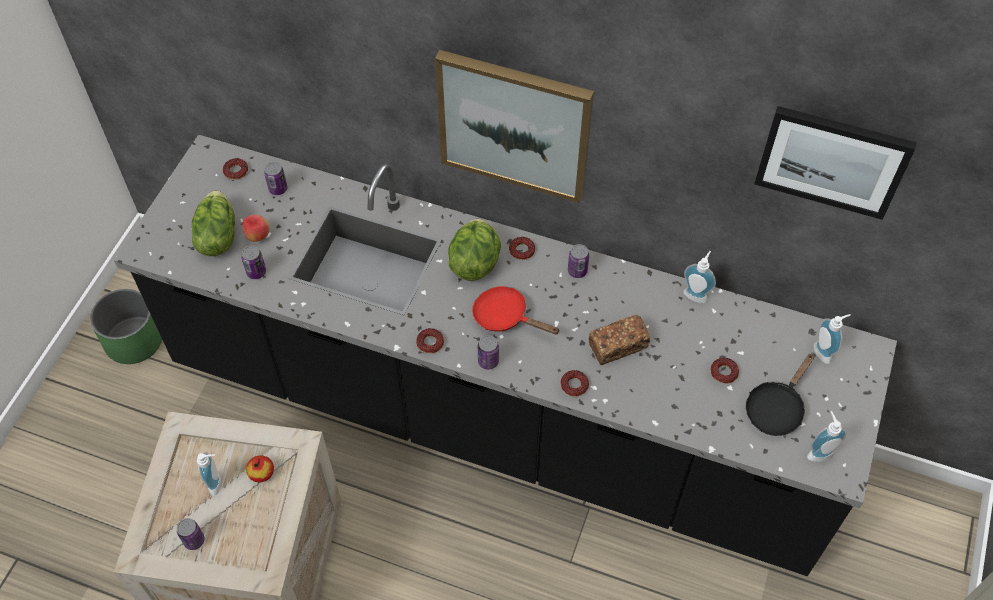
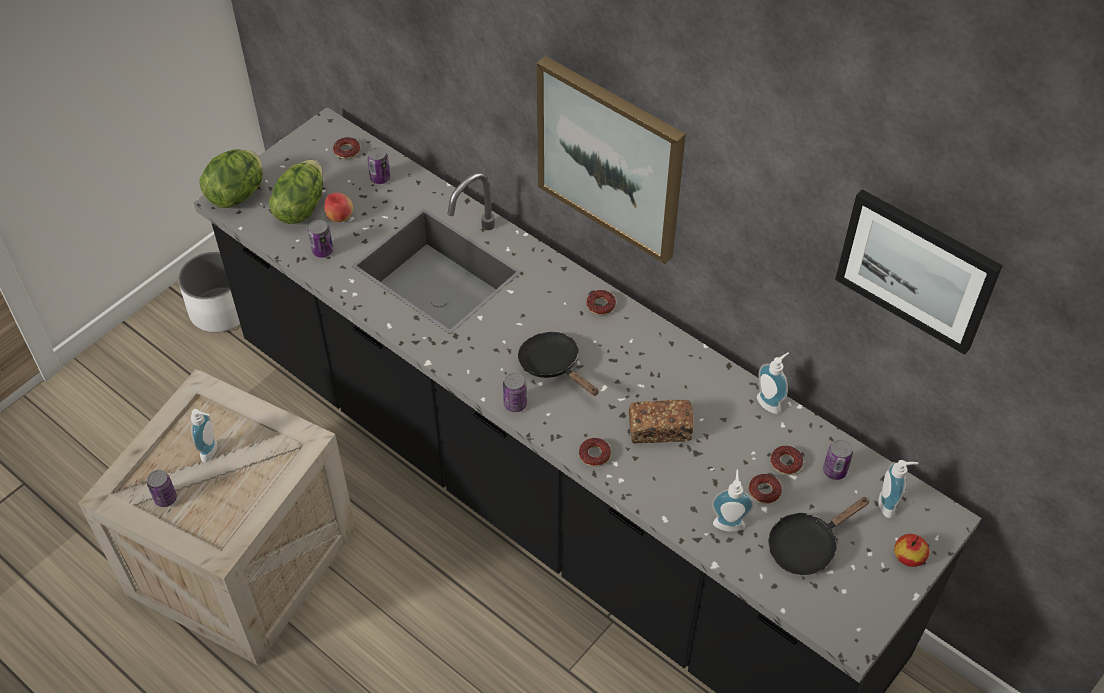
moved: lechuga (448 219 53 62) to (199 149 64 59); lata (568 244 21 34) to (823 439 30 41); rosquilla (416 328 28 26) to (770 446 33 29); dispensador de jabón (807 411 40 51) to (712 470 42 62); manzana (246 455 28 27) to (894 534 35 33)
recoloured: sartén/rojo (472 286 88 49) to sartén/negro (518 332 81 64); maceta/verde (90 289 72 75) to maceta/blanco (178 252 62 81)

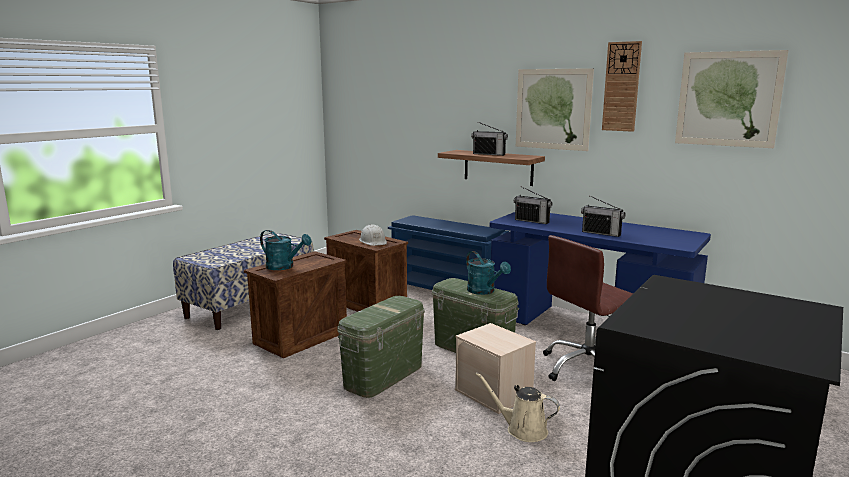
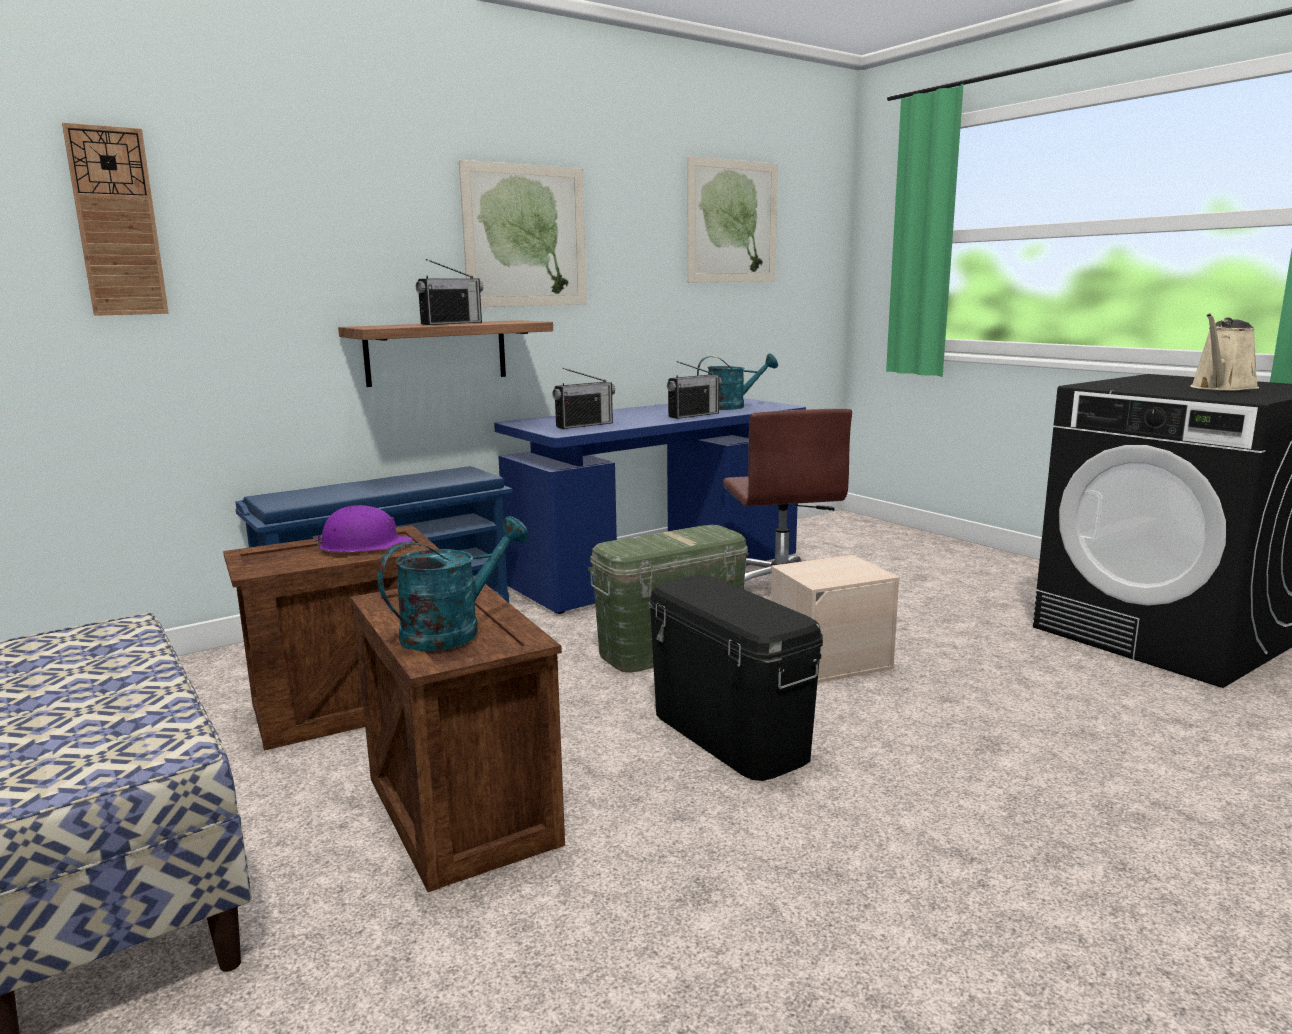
moved: reloj de pared (602 41 40 91) to (62 123 107 193); regadera/turquesa (466 251 45 44) to (697 354 81 56); regadera/beis (476 372 84 70) to (1190 314 69 77)
recoloured: casco/blanco (359 224 28 22) to casco/morado (313 505 100 47); caja de almacenaje/verde (338 296 87 102) to caja de almacenaje/negro (648 575 175 206)

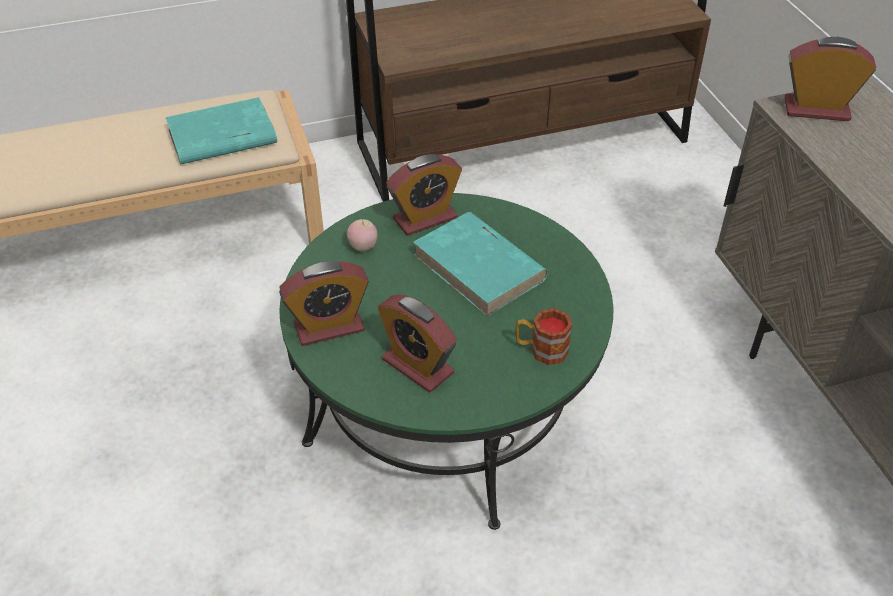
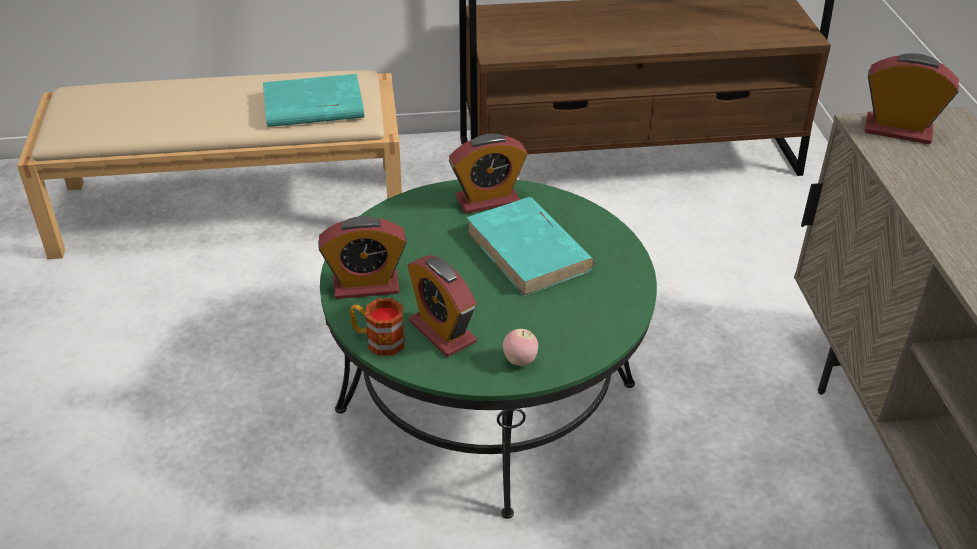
moved: manzana (347 219 30 32) to (503 329 35 37); taza grande (515 308 58 57) to (350 298 55 58)

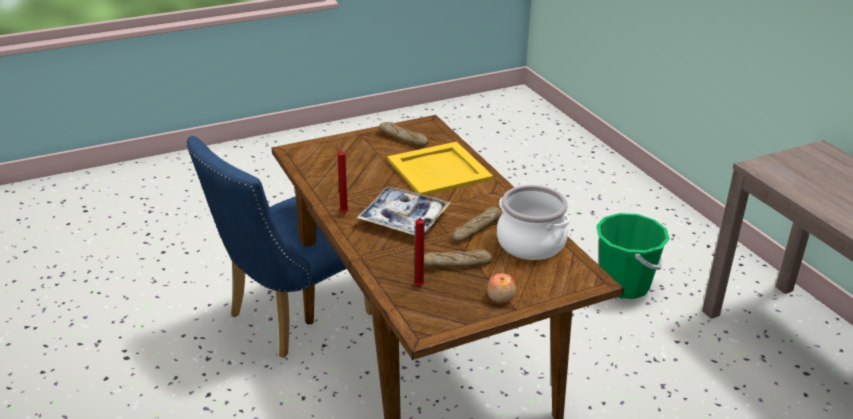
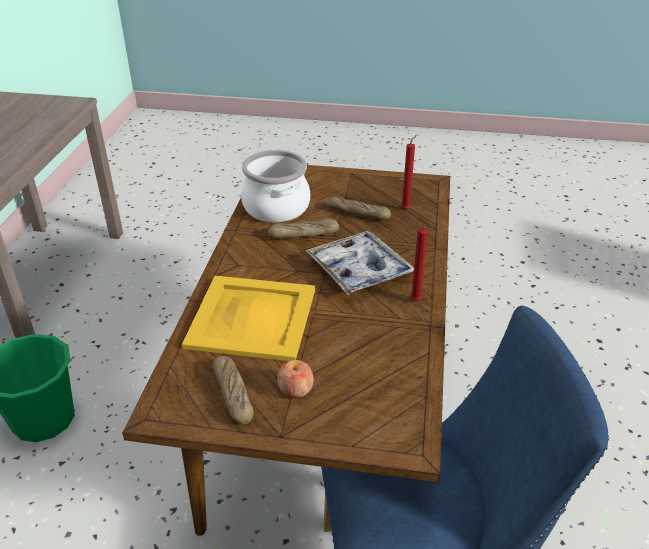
moved: manzana (487 273 29 31) to (278 360 36 38)

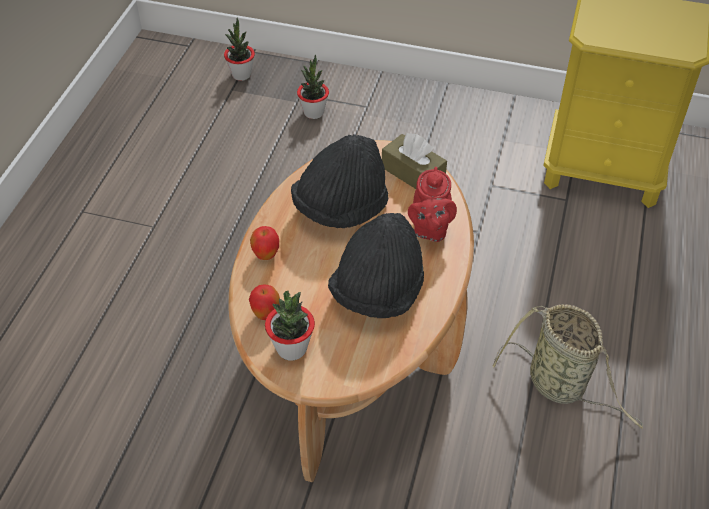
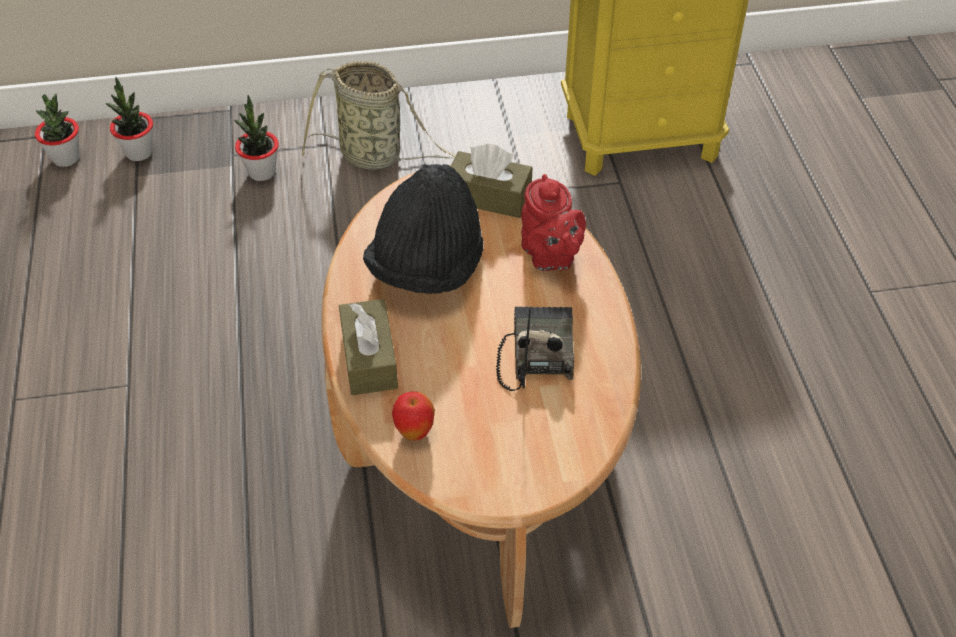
moved: planta en maceta (265 291 50 70) to (35 94 45 73); cesta (493 304 150 125) to (302 61 154 109)
replaced: sombrero/negro (328 213 96 105) to radio (496 306 78 85); manzana (250 226 29 34) to caja de pañuelos/marrón (339 299 59 96)

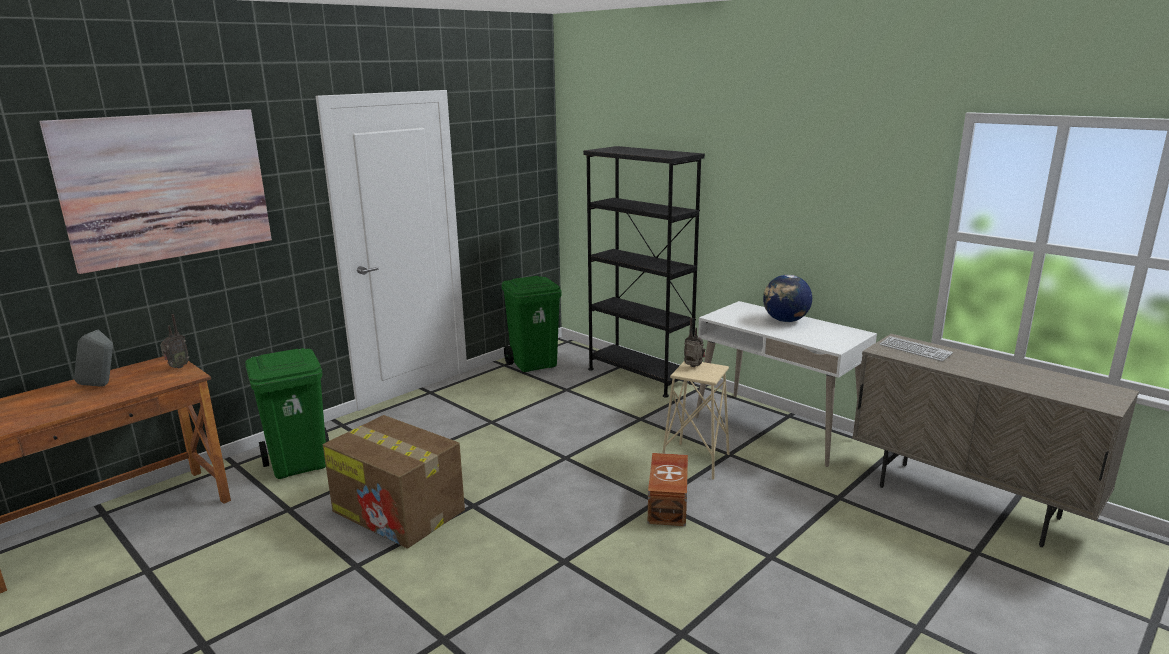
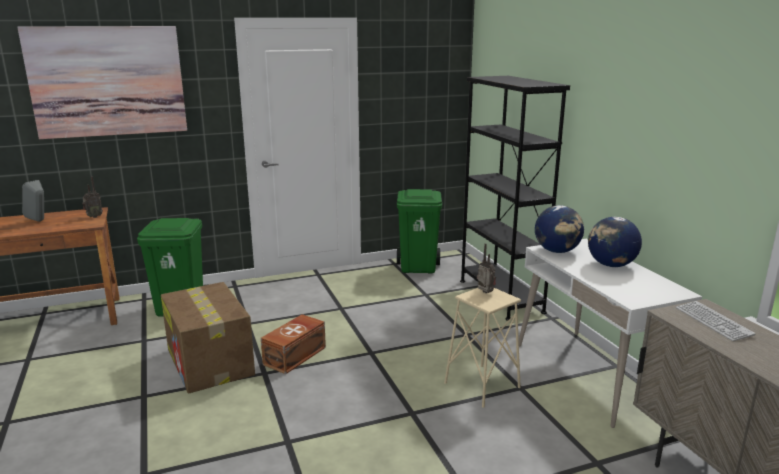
added: globo terráqueo (535 205 49 48)
moved: caja de almacenaje/marrón (648 453 40 73) to (261 314 65 60)

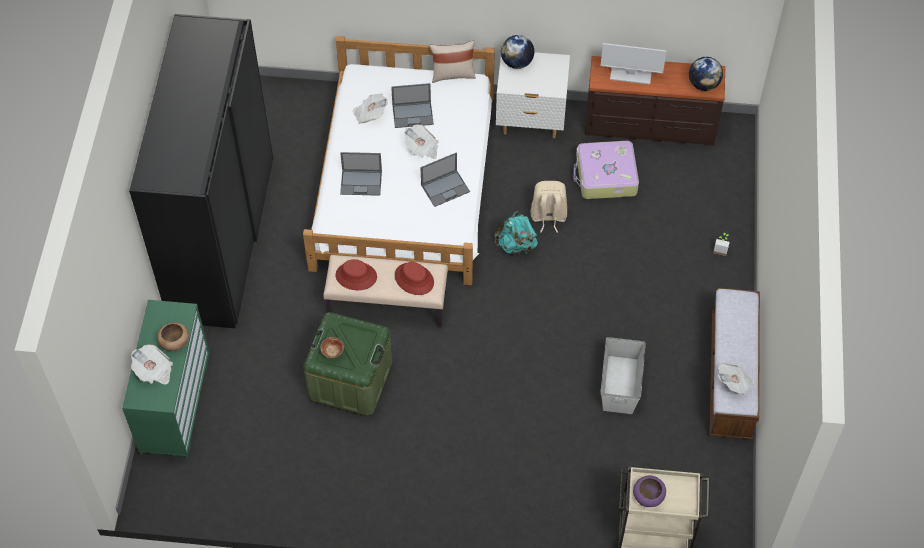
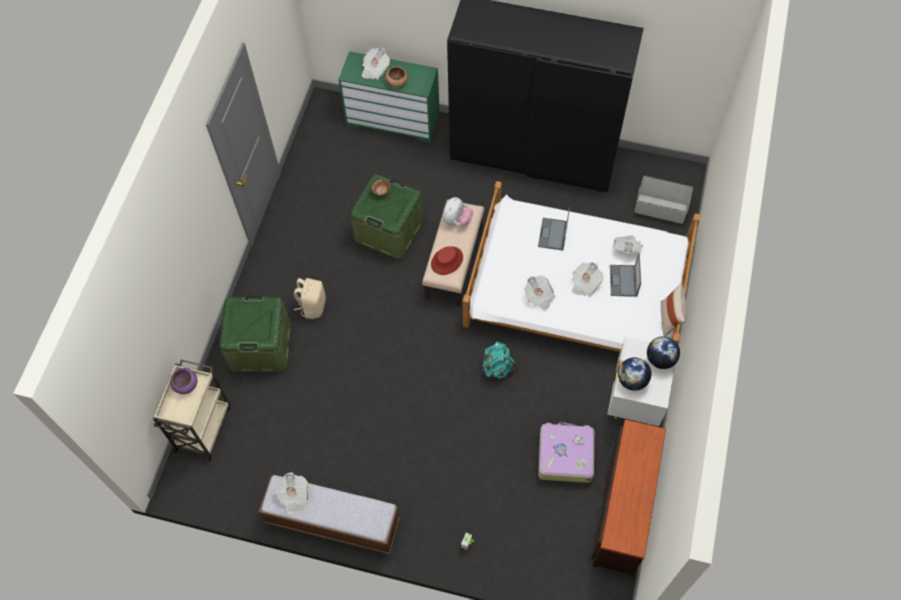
removed: monitor (600 43 67 42)
added: caja de almacenaje/verde (219 295 72 77)
moved: globo terráqueo (689 57 34 34) to (618 357 33 34); mochila/beis (531 181 36 52) to (294 278 32 41); caja de almacenaje/gris (600 337 46 77) to (634 176 59 48)
replaced: portátil (420 152 50 55) to periódico (524 275 32 36); sombrero/rojo (335 259 42 31) to peluche (442 197 31 29)

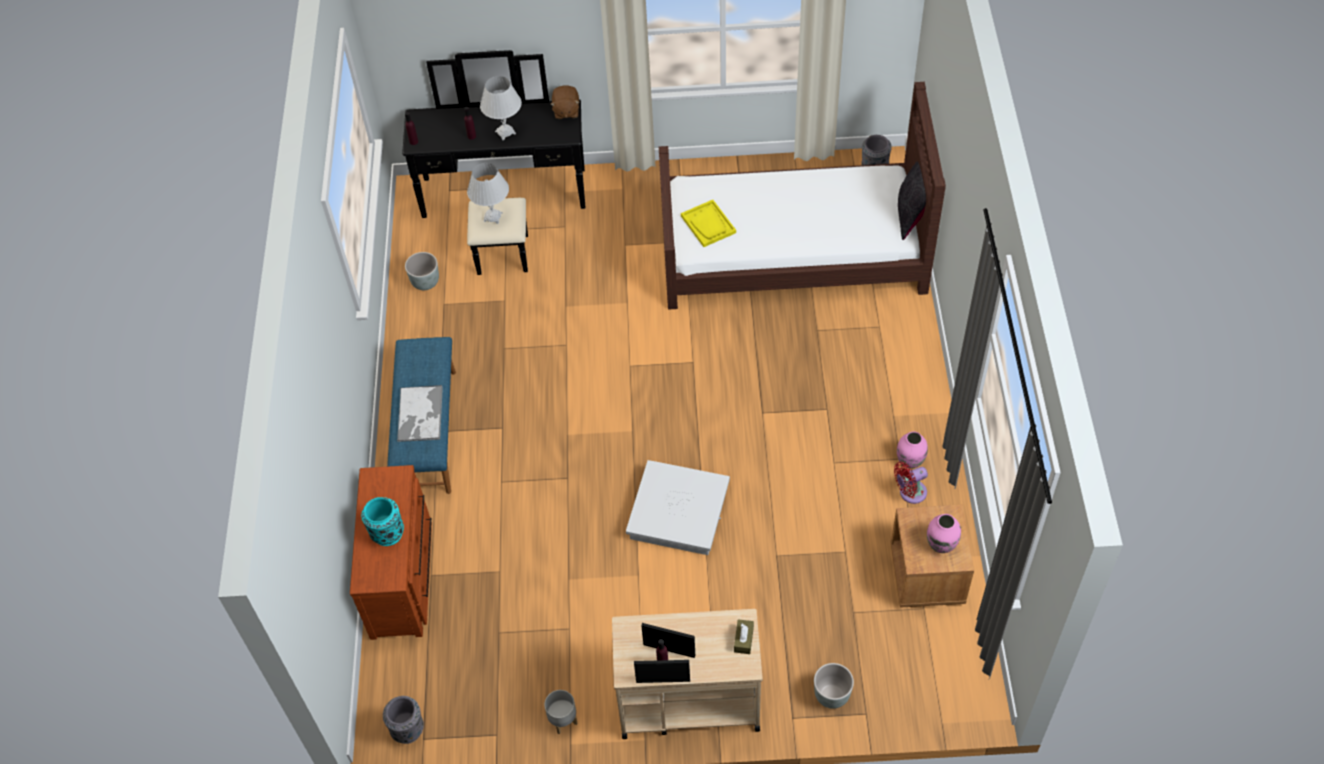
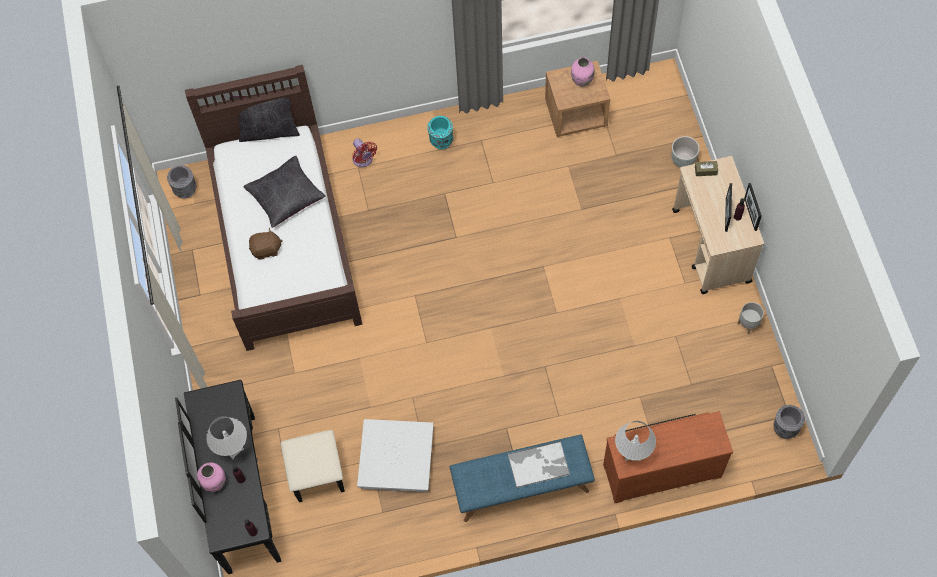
removed: bandeja/amarillo (681 200 55 47); maceta/gris (405 252 34 38)
added: cojín/negro (243 156 83 72)
moved: peluche/marrón (550 85 30 34) to (249 228 34 32); lámpara de mesa/blanco (467 163 42 61) to (615 421 41 40); florero/rosa (897 431 31 38) to (197 462 29 30); caja de almacenaje/blanco (626 460 104 95) to (357 419 77 73); ventilador/rojo (894 462 34 42) to (352 138 25 29); florero/turquesa (361 497 43 49) to (427 116 26 33)

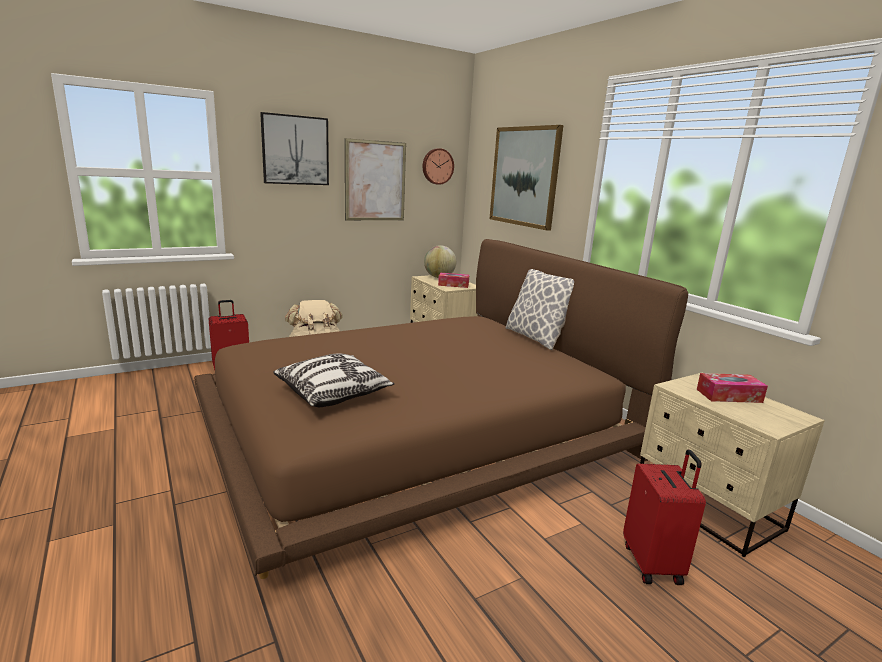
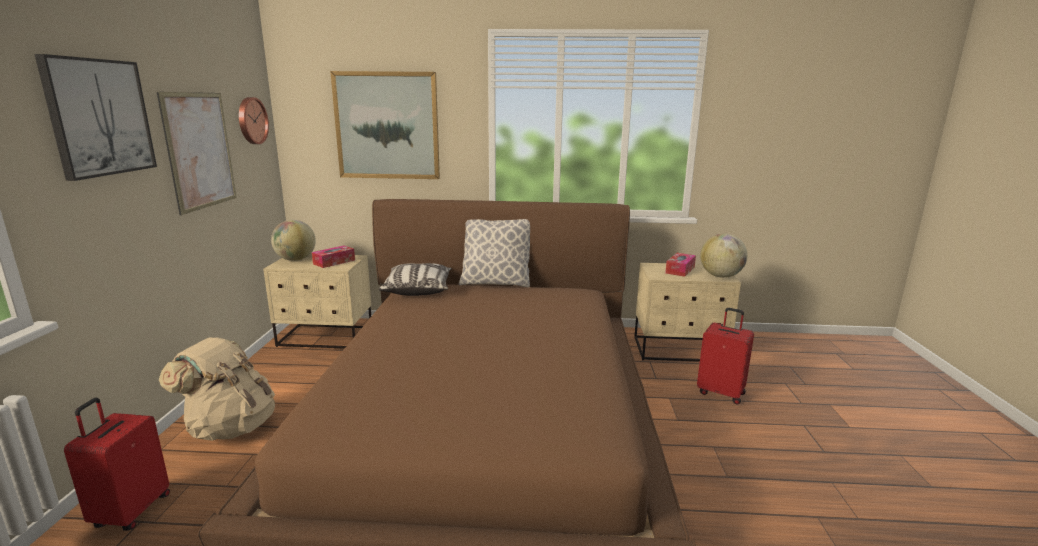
added: globo terráqueo (700 234 48 44)
moved: cojín (273 354 122 53) to (379 263 72 33)

